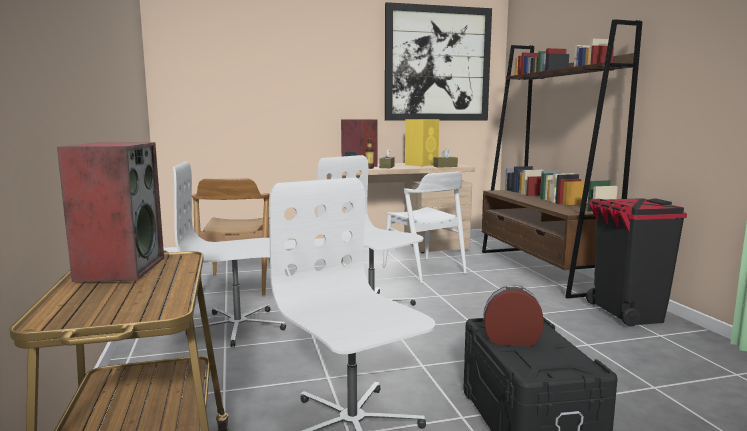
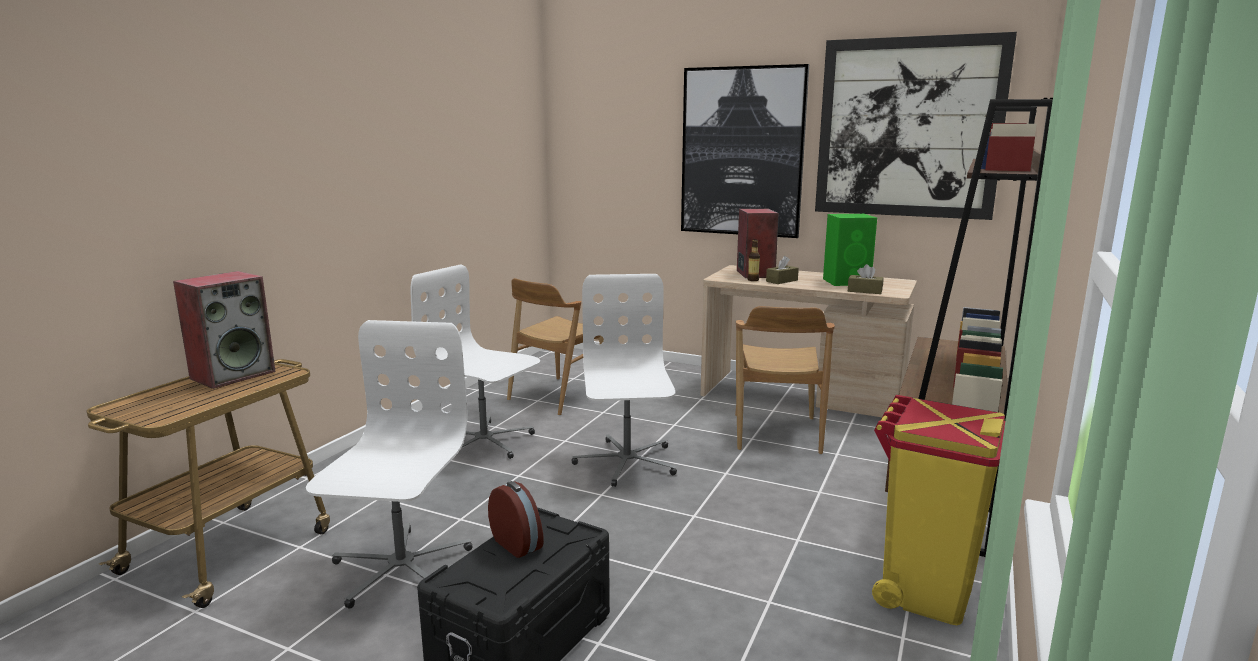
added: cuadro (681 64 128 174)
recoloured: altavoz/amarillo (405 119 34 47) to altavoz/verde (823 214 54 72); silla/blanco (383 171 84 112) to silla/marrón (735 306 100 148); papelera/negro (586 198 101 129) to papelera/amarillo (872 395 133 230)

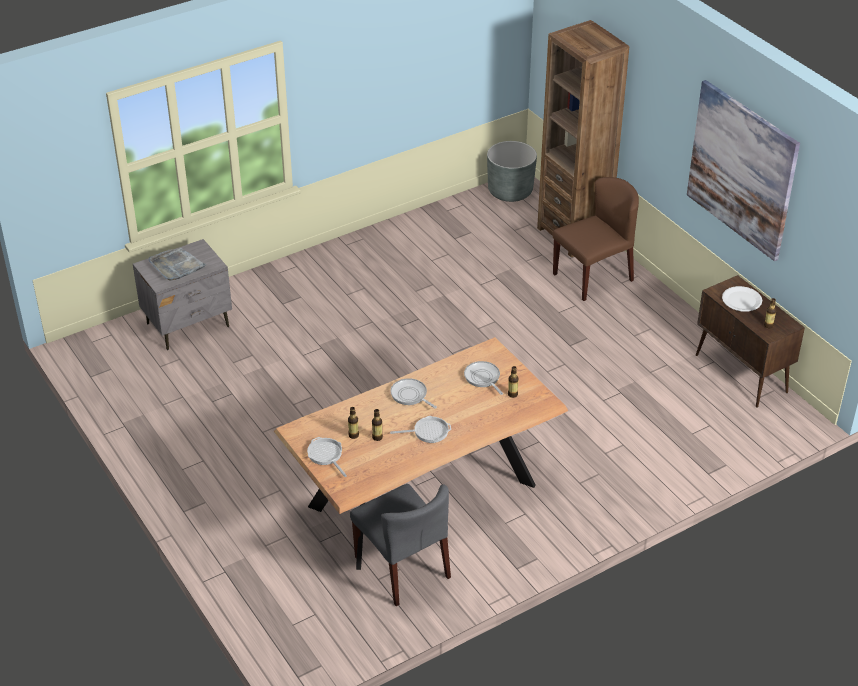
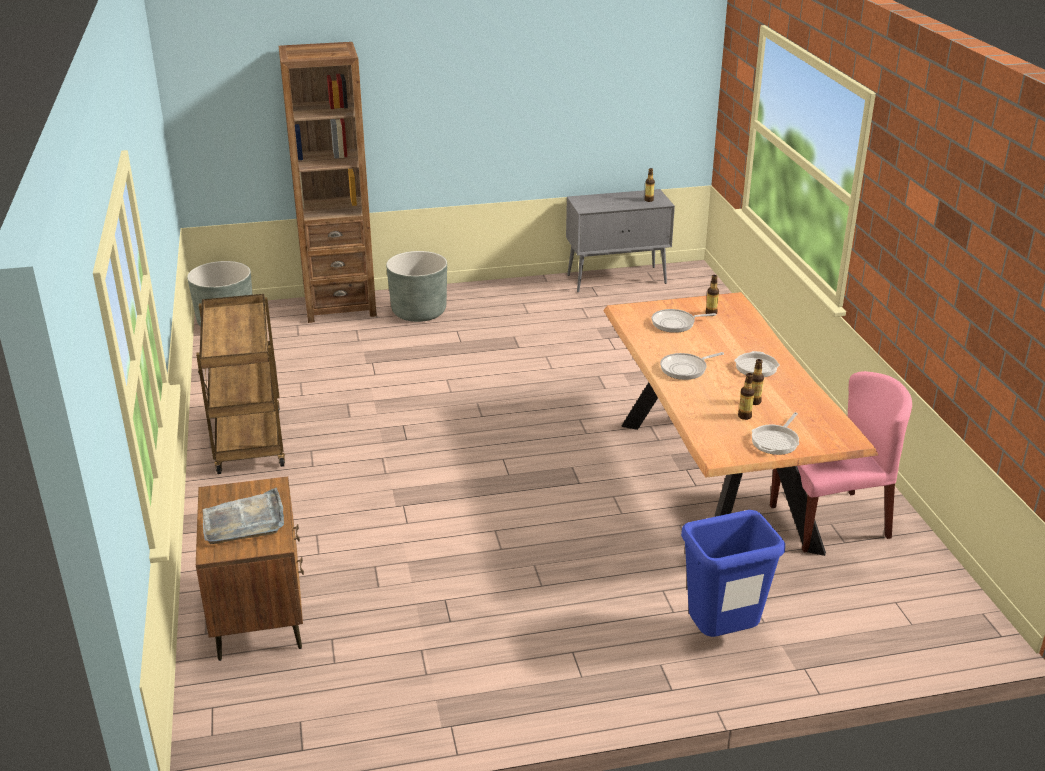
removed: cuadro (687 80 113 181); plato/blanco (722 286 40 26)
added: carrito/marrón (196 294 89 180); papelera/azul (681 510 104 127)
replaced: silla/marrón (553 177 86 124) to maceta/gris (386 251 61 71)
recoloured: mesita de noche/gris (133 239 99 111) to mesita de noche/marrón (196 476 108 185); armario/marrón (696 275 109 133) to armario/gris (566 189 109 103); silla/gris (350 484 101 122) to silla/rosa (770 371 142 182)
turned: sartén (307 437 40 40) = (752 412 47 43) 45 degrees counterclockwise

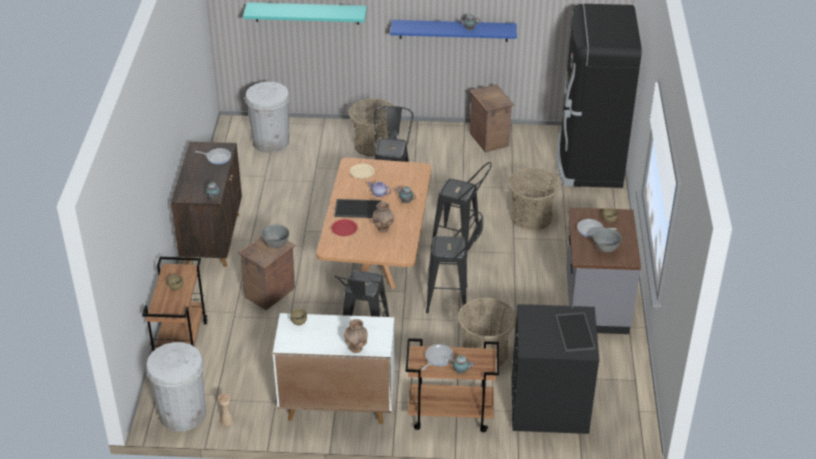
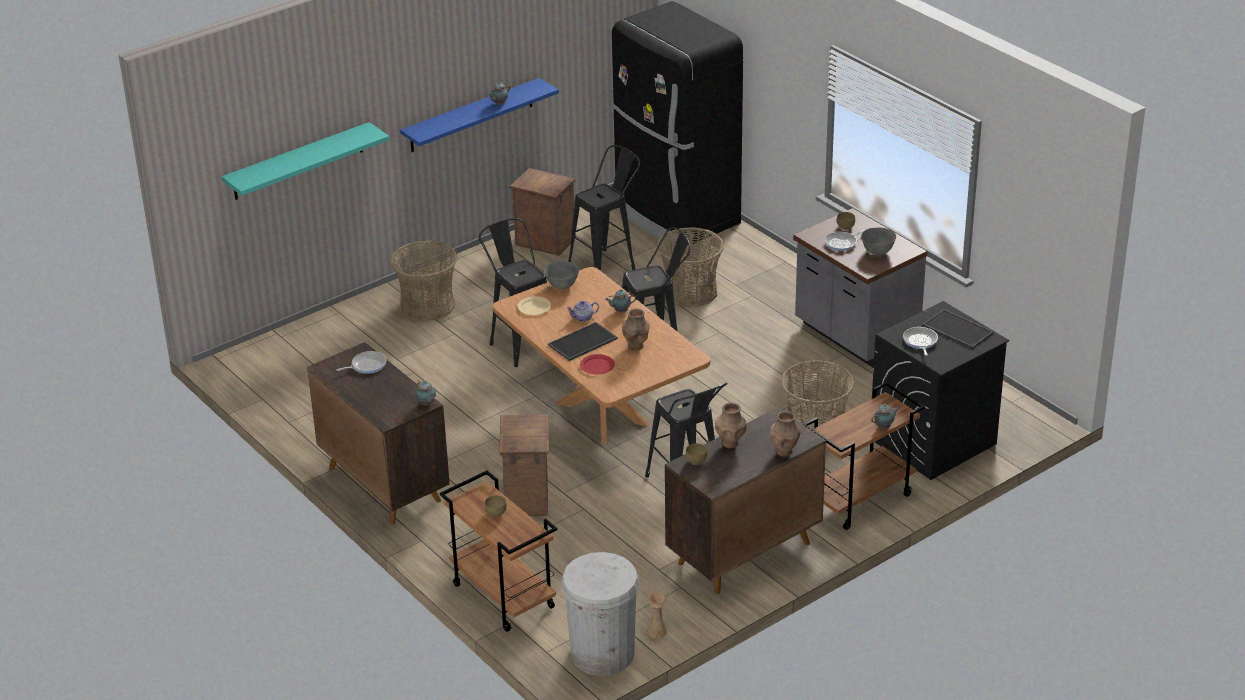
removed: papelera/blanco (245 82 45 71)
added: florero/marrón (715 403 32 45)
moved: taburete/negro (426 211 57 102) to (568 145 72 126); cuenco/gris (262 225 27 23) to (544 261 35 28); sartén (421 344 33 26) to (903 327 35 29)
recoloured: armario/blanco (273 313 122 111) to armario/marrón (665 408 161 187)

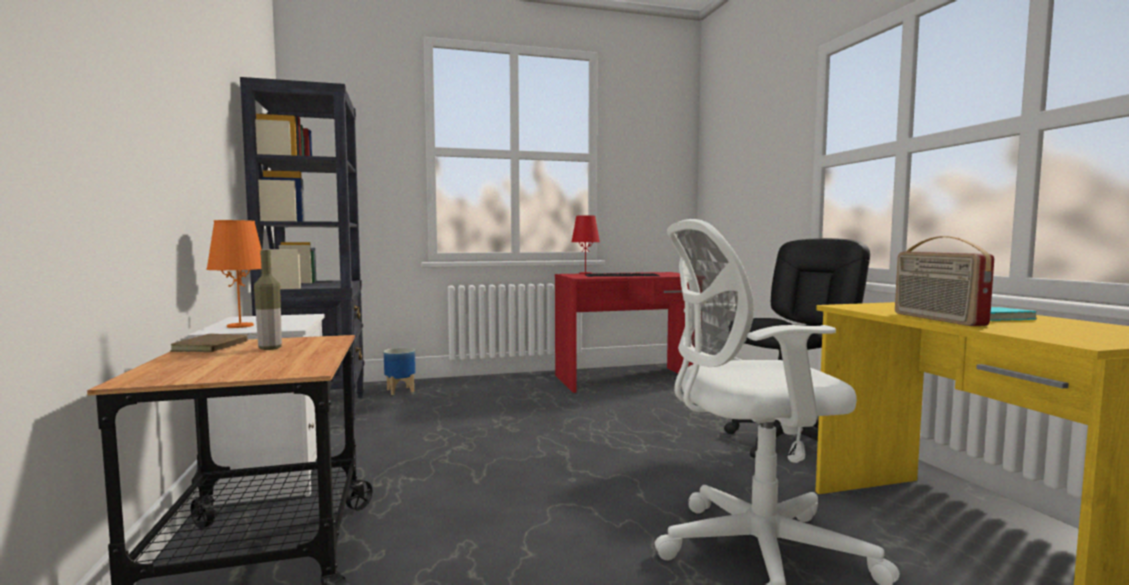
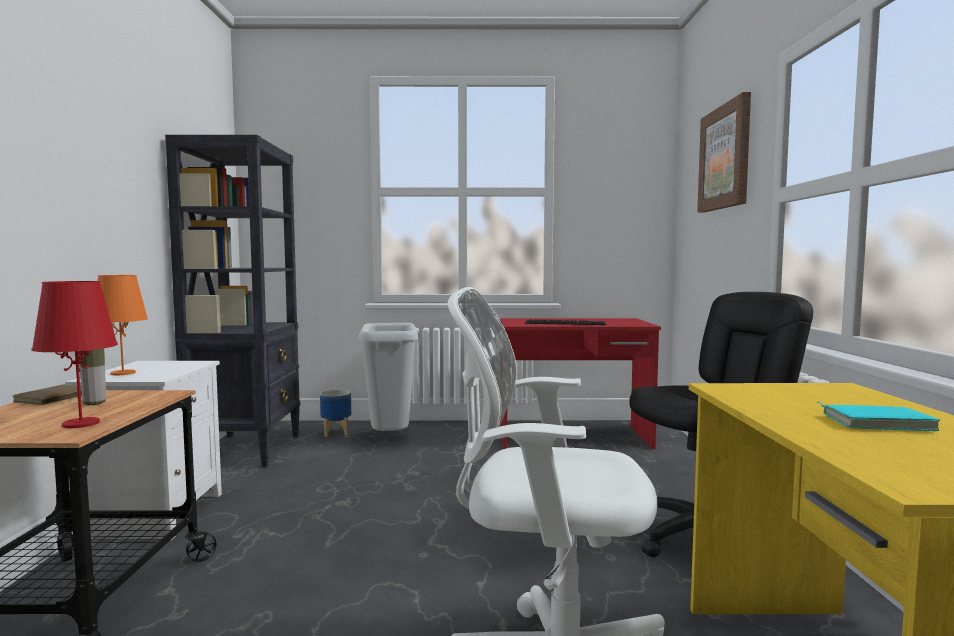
removed: radio (895 236 99 90)
added: cuadro (697 92 54 121); papelera/gris (359 323 59 108)
moved: lámpara de mesa/rojo (572 215 28 59) to (31 281 87 147)

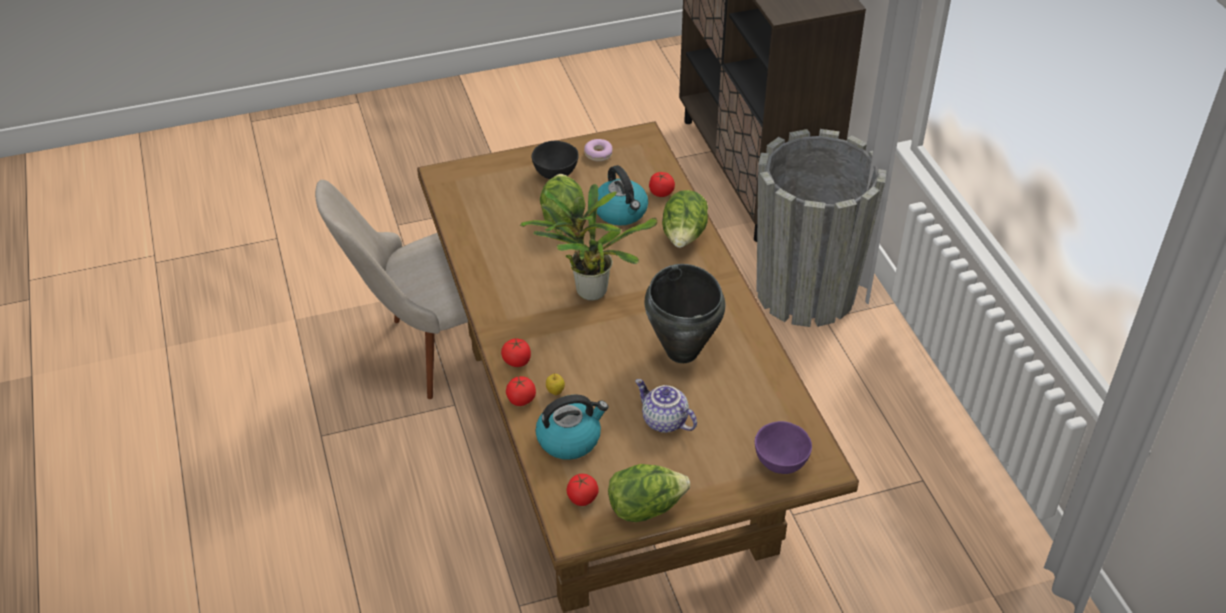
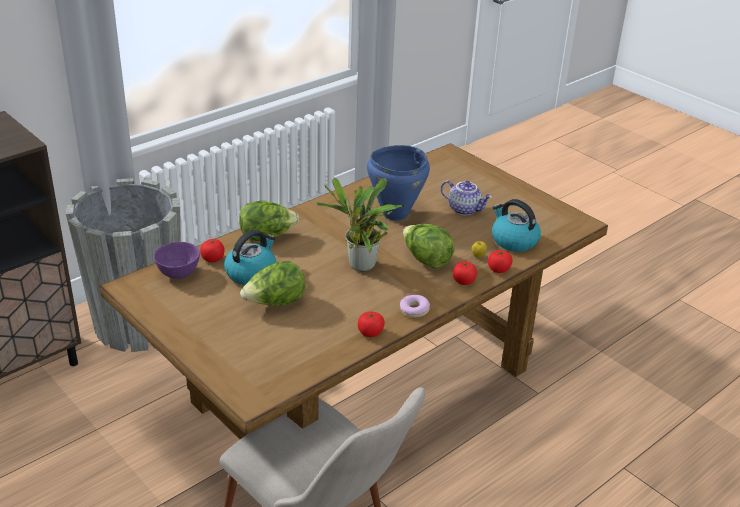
removed: cuenco/negro (532 141 47 38)
moved: rosquilla (584 139 28 23) to (400 295 30 22); cuenco/morado (755 421 57 53) to (153 242 47 37); lechuga (608 464 82 58) to (403 224 52 45); tomate (567 474 31 32) to (358 311 27 26)
recoloured: olla/negro (645 264 80 99) to olla/azul (367 145 63 76)
turned: tetera (635 379 62 54) = (441 180 51 35) 75 degrees counterclockwise

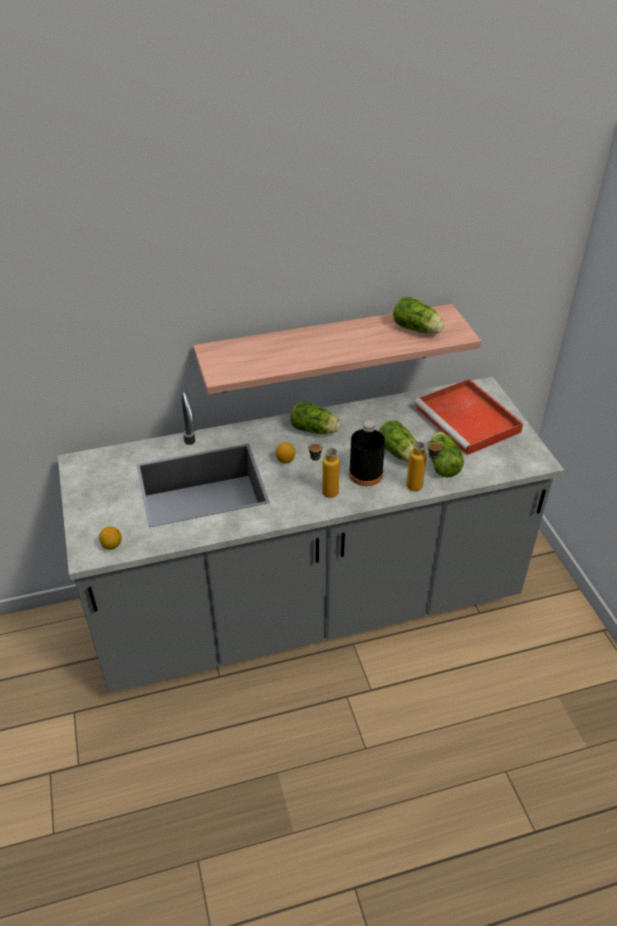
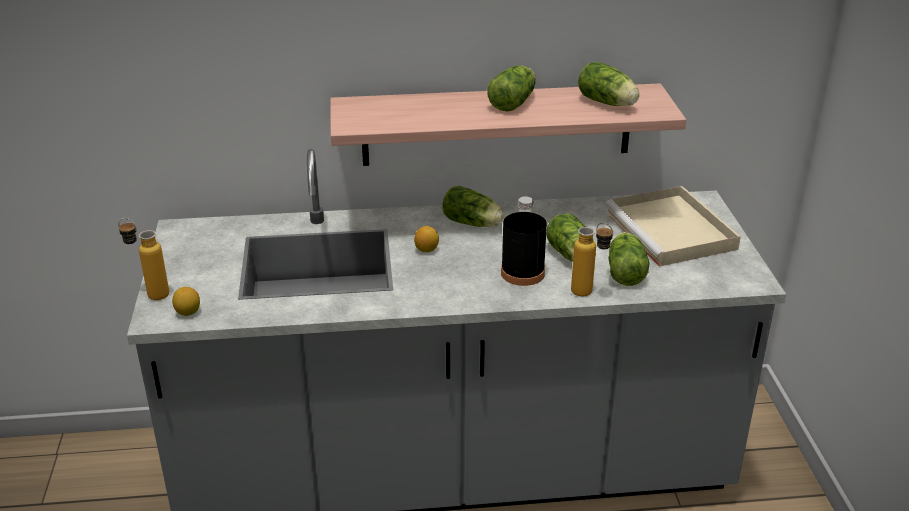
added: lechuga (487 66 49 46)
moved: botella (308 441 32 57) to (118 218 51 82)
recoloured: bandeja/rojo (414 379 109 76) to bandeja/beis (605 186 136 81)

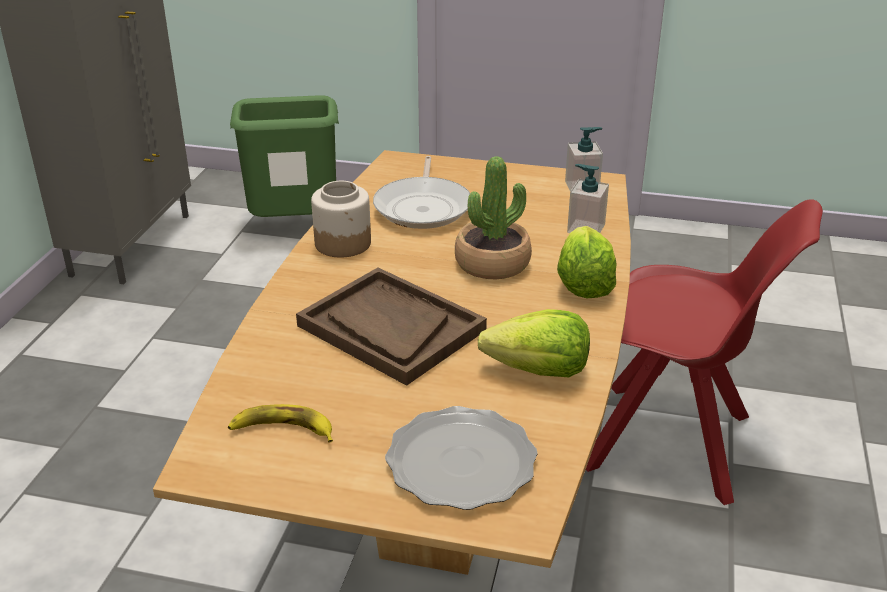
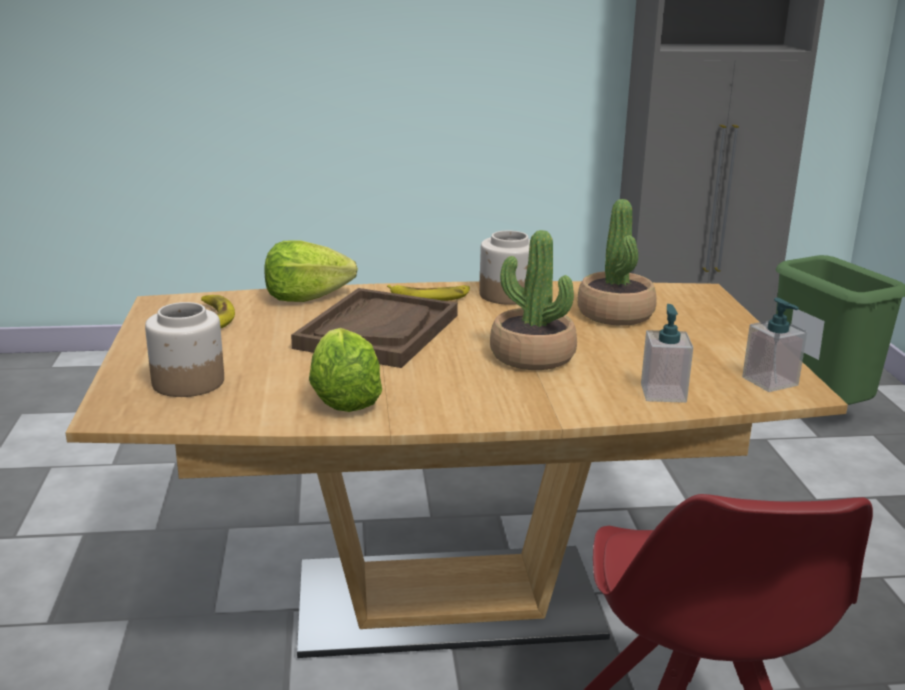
added: plátano (387 285 83 16)
moved: lechuga (557 226 60 72) to (264 240 94 62)
replaced: sartén (373 156 97 73) to planta en maceta (577 199 80 127); plato (385 406 153 104) to tarro (145 302 79 95)

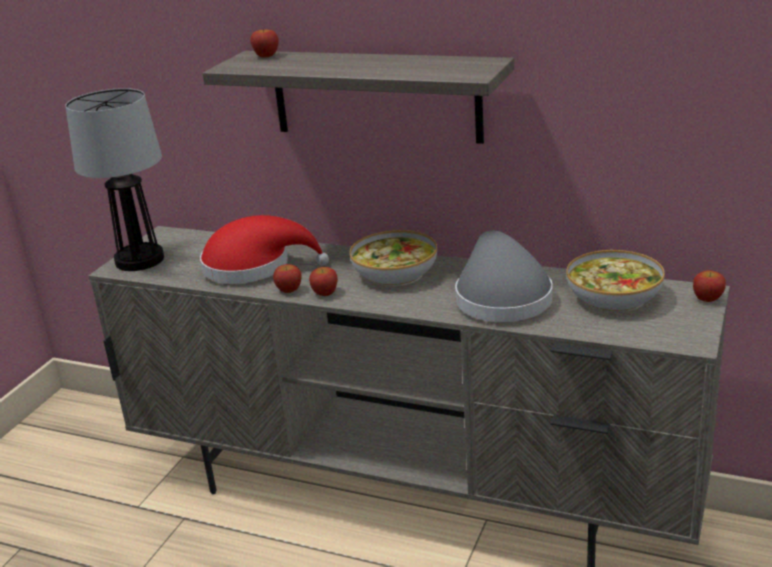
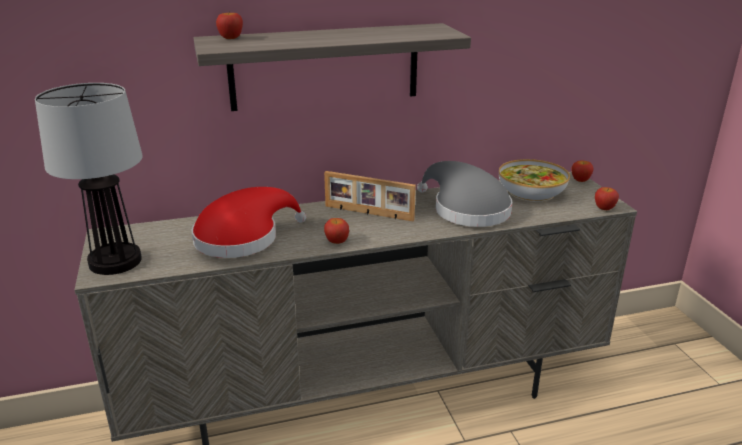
moved: manzana (273 264 29 29) to (595 187 24 23)
replaced: cuenco (350 230 87 57) to portarretratos (324 171 92 50)

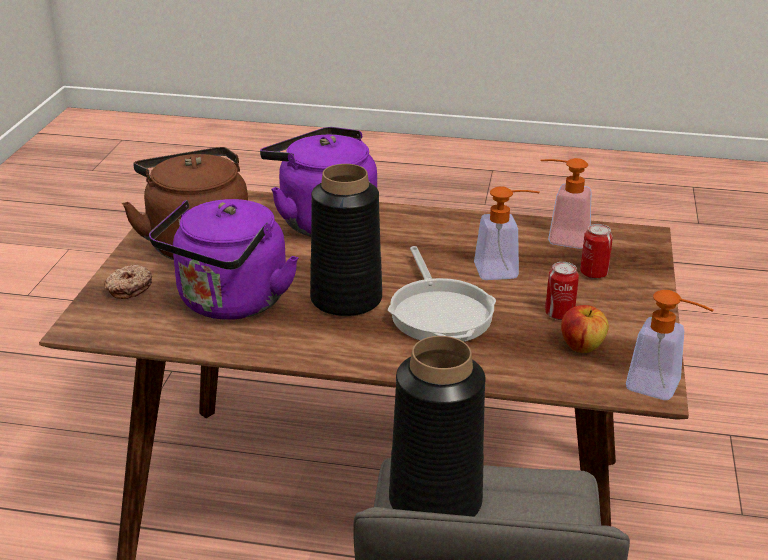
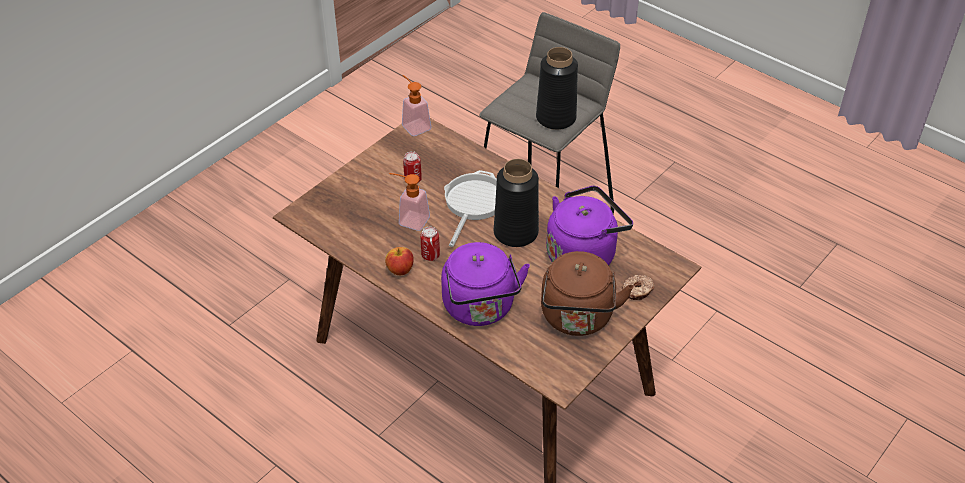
removed: dispensador de jabón (540 158 51 91)
moved: lata (580 224 33 55) to (421 227 19 34); manzana (561 305 48 48) to (385 247 29 28)

